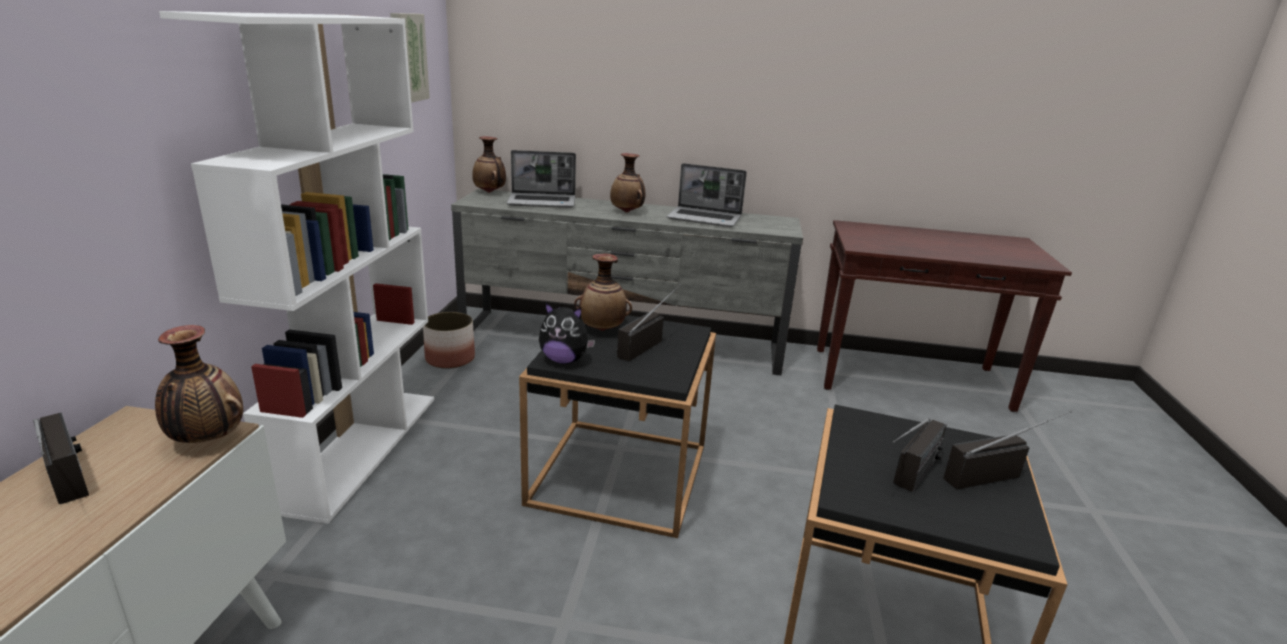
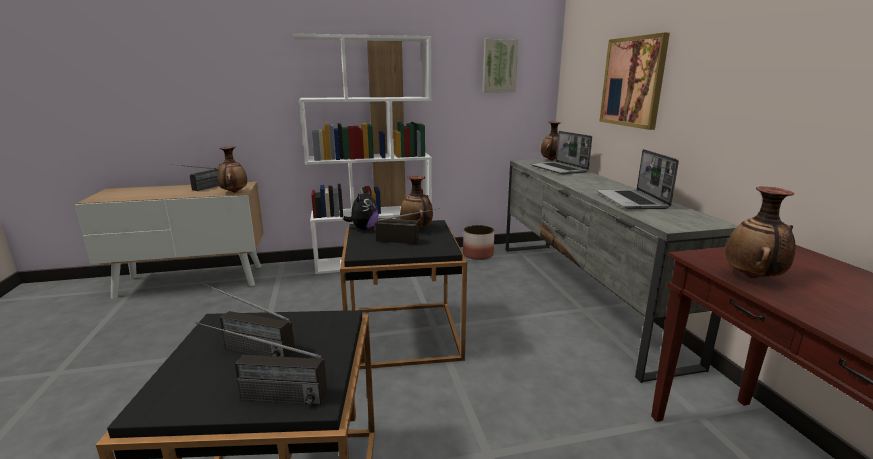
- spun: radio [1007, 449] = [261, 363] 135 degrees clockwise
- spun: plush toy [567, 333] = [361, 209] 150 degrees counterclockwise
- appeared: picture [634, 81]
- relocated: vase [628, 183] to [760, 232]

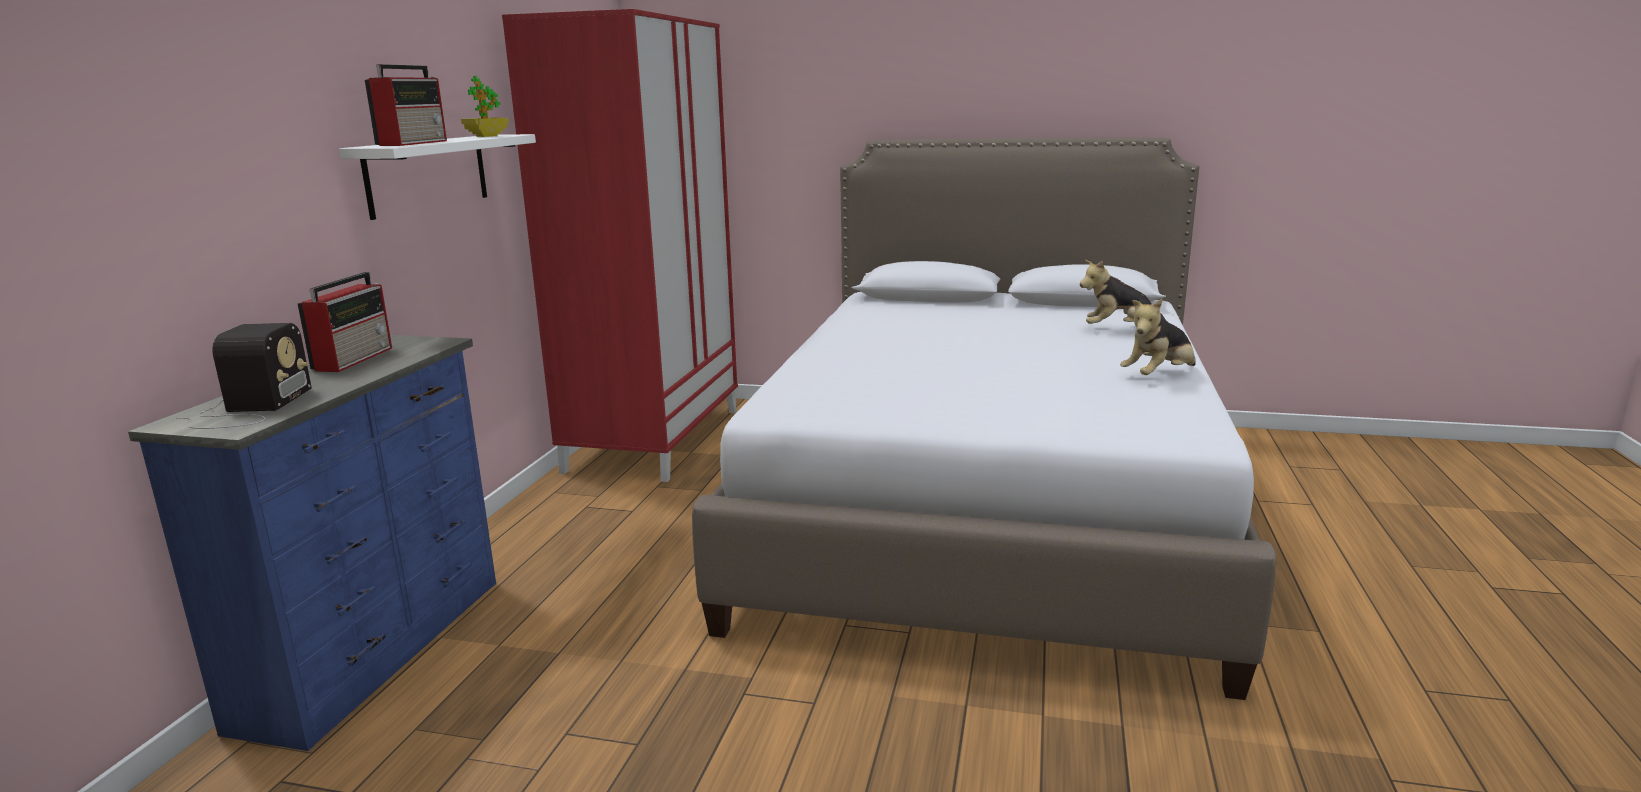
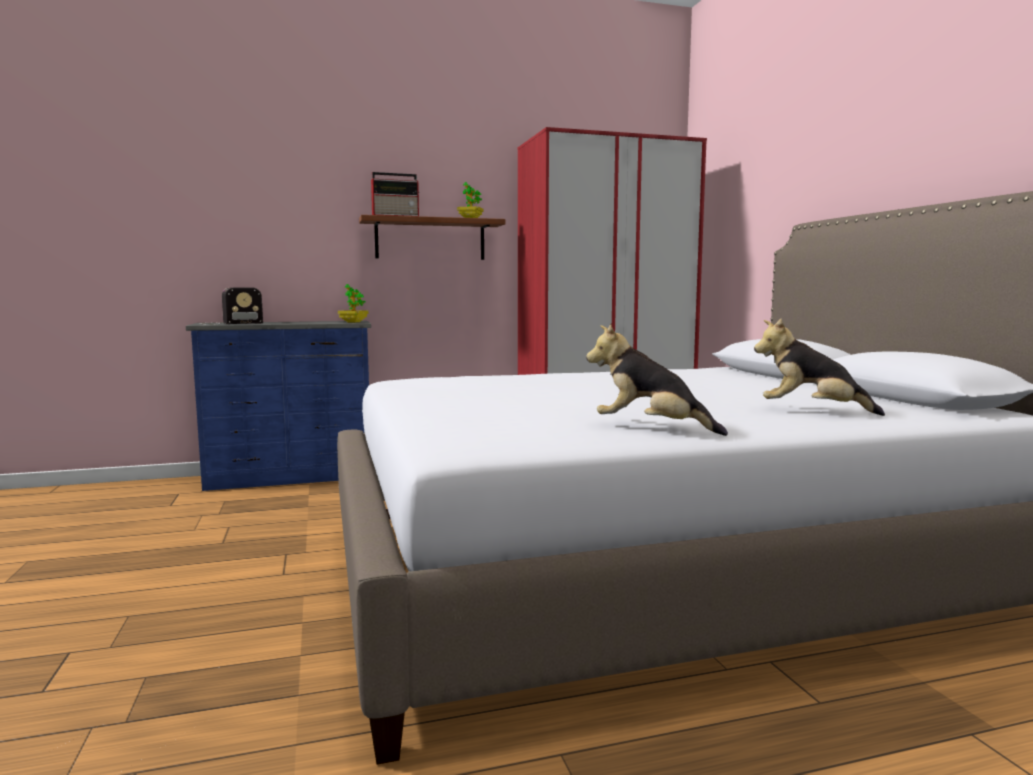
- appeared: potted plant [353, 303]
- colour: shelf (white) [437, 177] to shelf (brown) [432, 237]
- spun: plush toy [1122, 292] = [819, 367] 45 degrees counterclockwise
- missing: radio [345, 322]

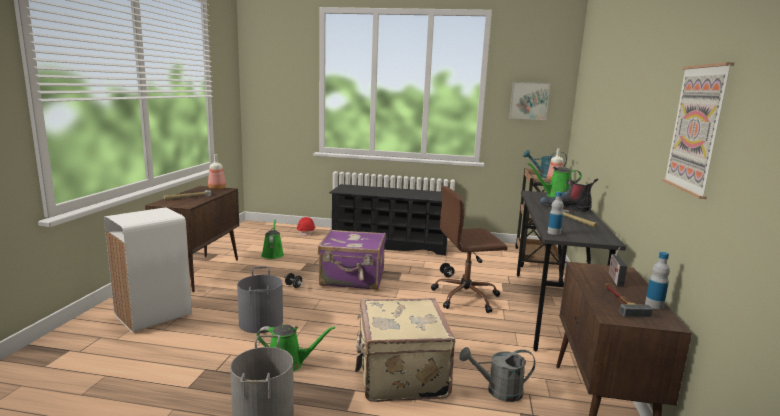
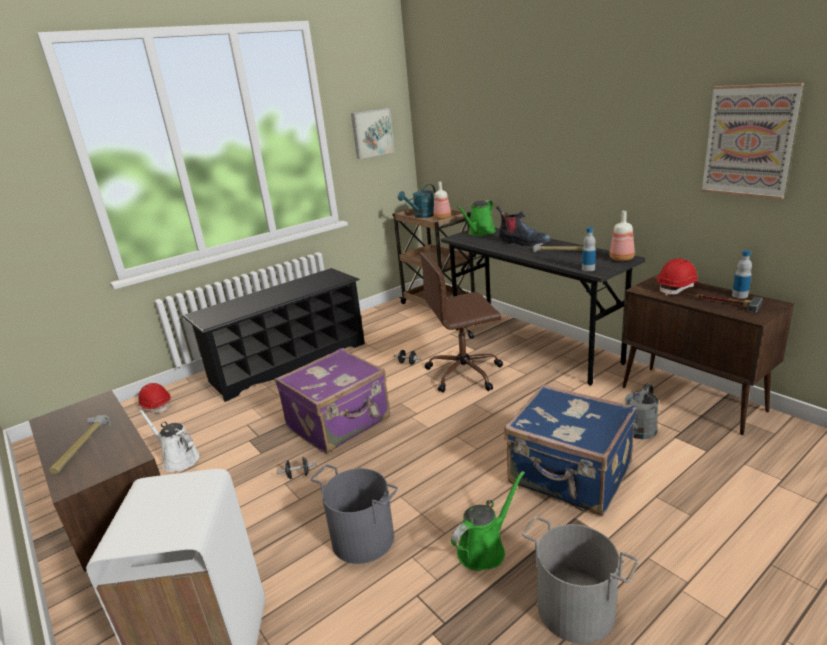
- colour: watering can (green) [272, 239] to watering can (white) [169, 440]
- spun: office chair (brown) [469, 249] = [461, 322] 45 degrees clockwise
- spun: boot [568, 195] = [523, 226] 135 degrees counterclockwise
- colour: suitcase (beige) [405, 350] to suitcase (blue) [570, 450]
- relocated: bottle [217, 172] to [622, 236]
- exchanged: radio [618, 267] to hard hat (red) [678, 277]

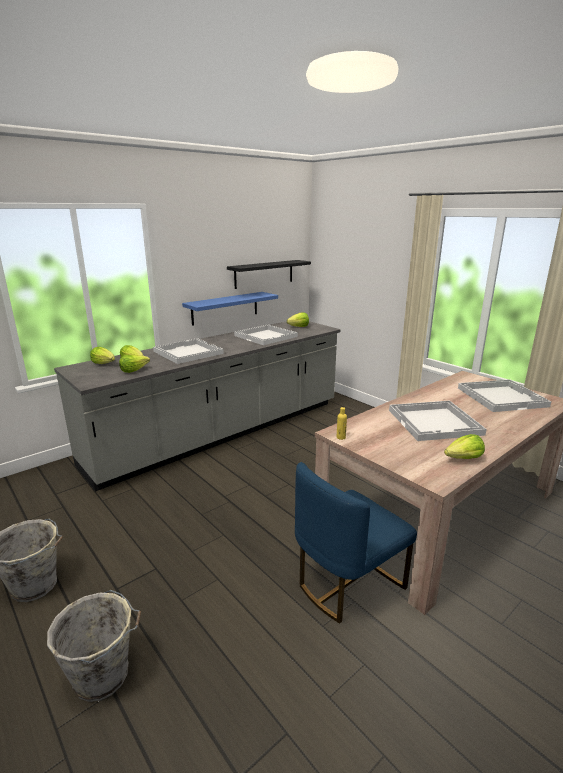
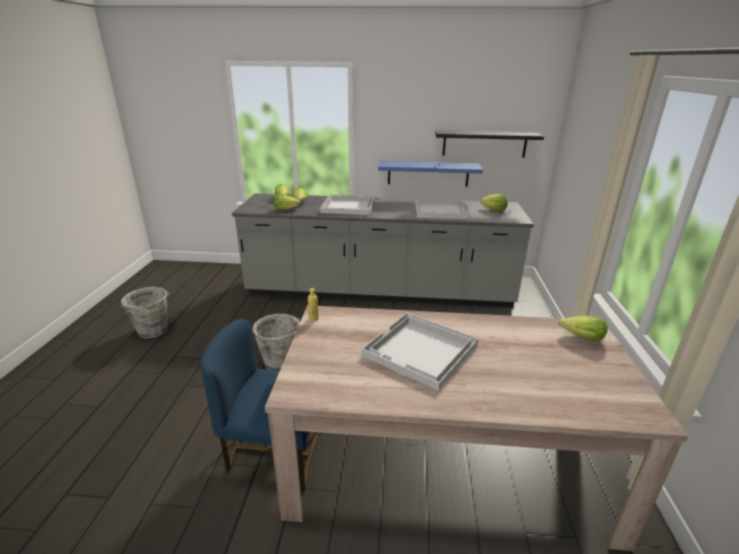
- relocated: bucket (grey) [94, 646] to [276, 342]
- relocated: lettuce [464, 446] to [583, 328]
- missing: tray (white) [505, 395]

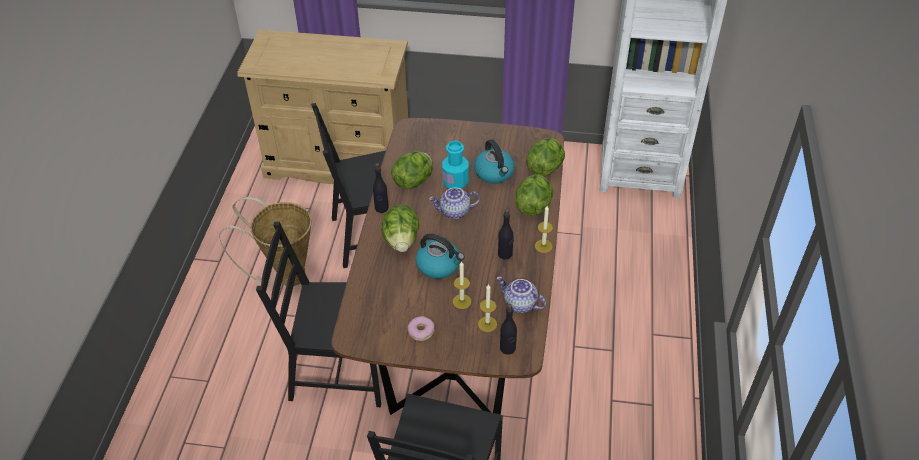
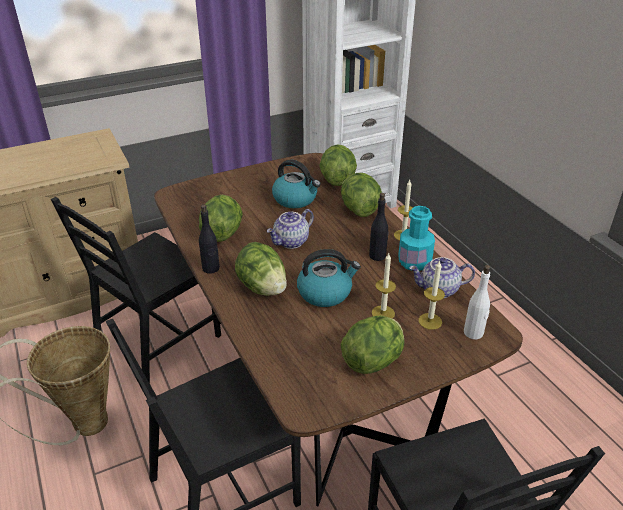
- exchanged: donut [421, 328] to lettuce [373, 344]
- relocated: bottle (turquoise) [455, 165] to [416, 238]
- colour: bottle (black) [508, 329] to bottle (white) [477, 302]

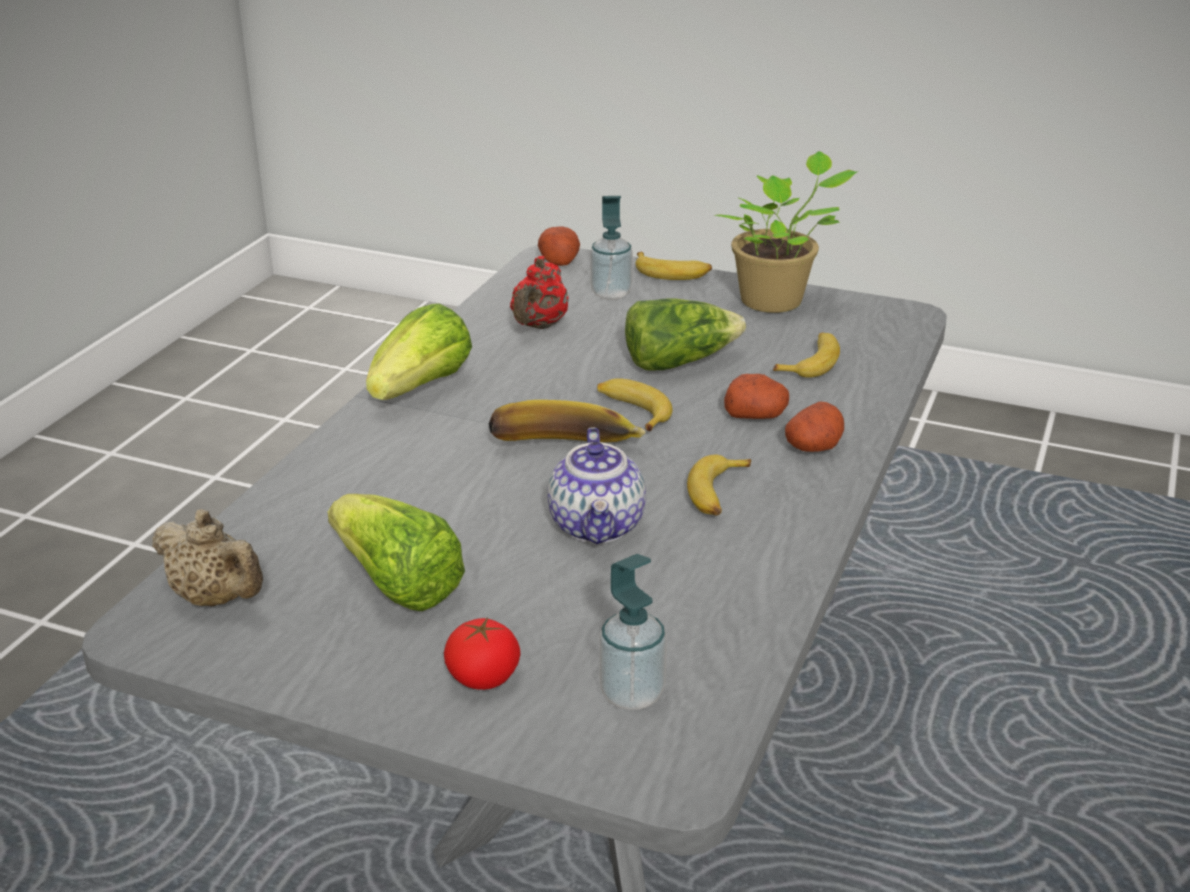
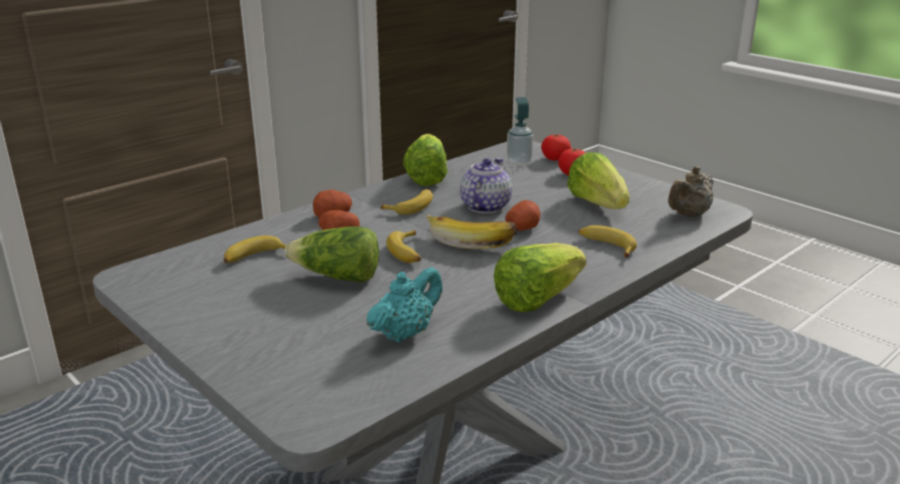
- colour: teapot (red) [539, 292] to teapot (turquoise) [405, 304]
- appeared: lettuce [425, 160]
- relocated: potato [559, 246] to [522, 215]
- appeared: tomato [556, 147]
- relocated: banana [673, 266] to [607, 241]
- spun: teapot (beige) [207, 557] = [690, 191] 105 degrees counterclockwise
- missing: soap dispenser [611, 248]
- missing: potted plant [786, 232]

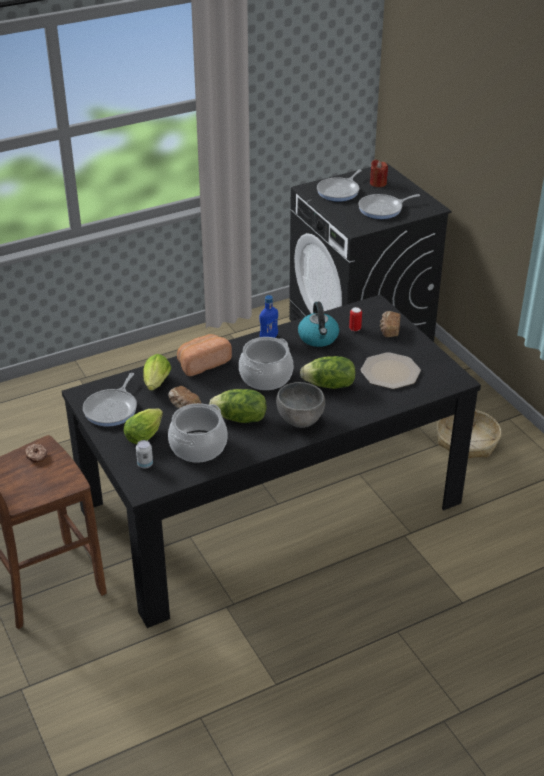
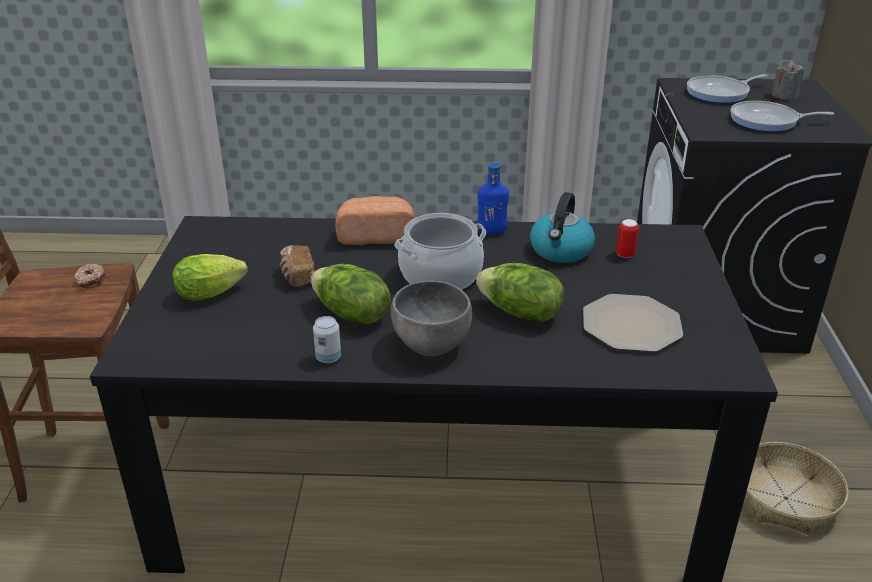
- relocated: can [144, 454] to [327, 339]
- colour: candle (red) [379, 173] to candle (grey) [788, 80]
- missing: frying pan [110, 399]
- missing: lettuce [157, 372]
- missing: cooking pot [198, 433]
- missing: bread [390, 324]

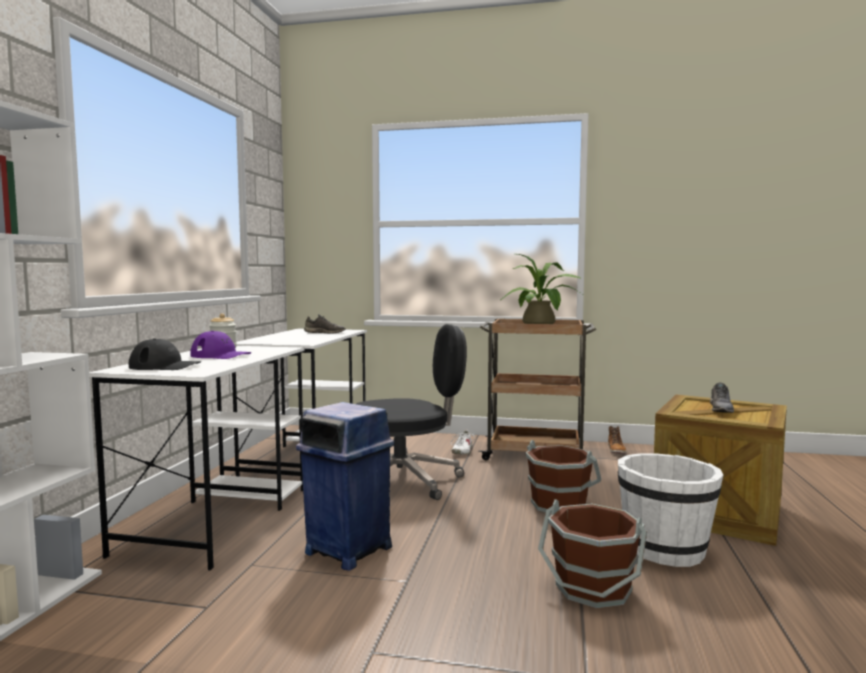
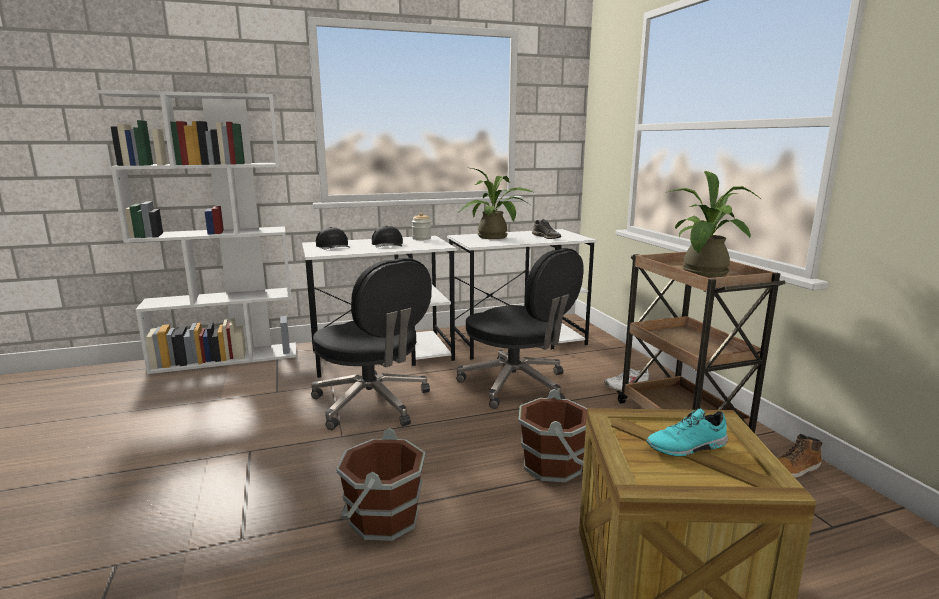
- exchanged: trash can (blue) [345, 486] to office chair (black) [371, 344]
- colour: cap (purple) [220, 345] to cap (black) [387, 237]
- appeared: potted plant [495, 203]
- colour: shoe (grey) [722, 398] to shoe (turquoise) [687, 432]
- missing: bucket (white) [670, 510]

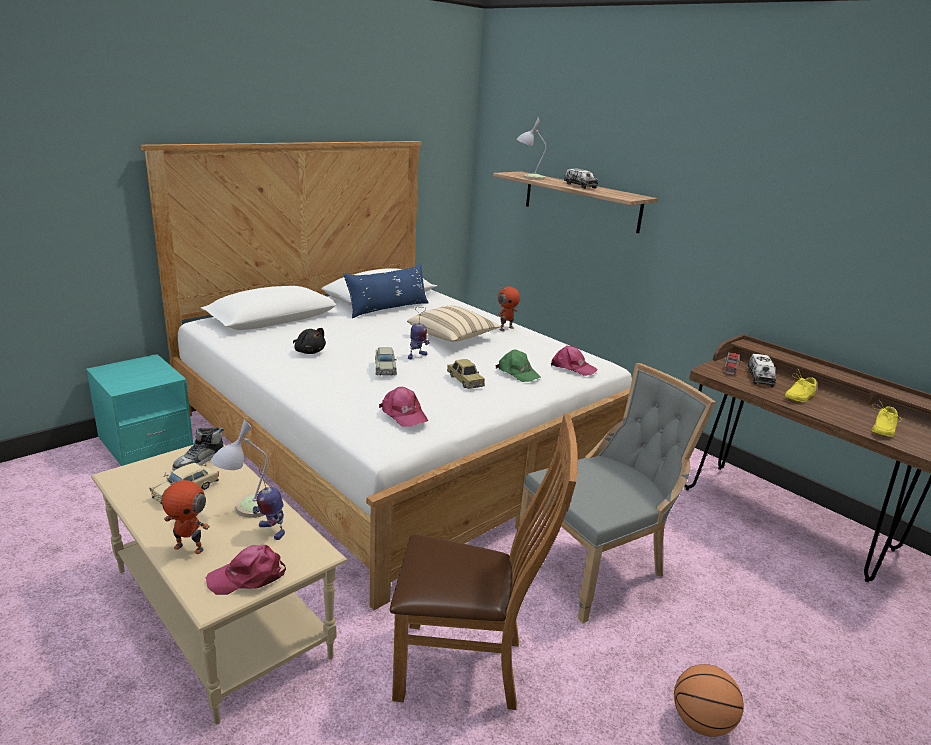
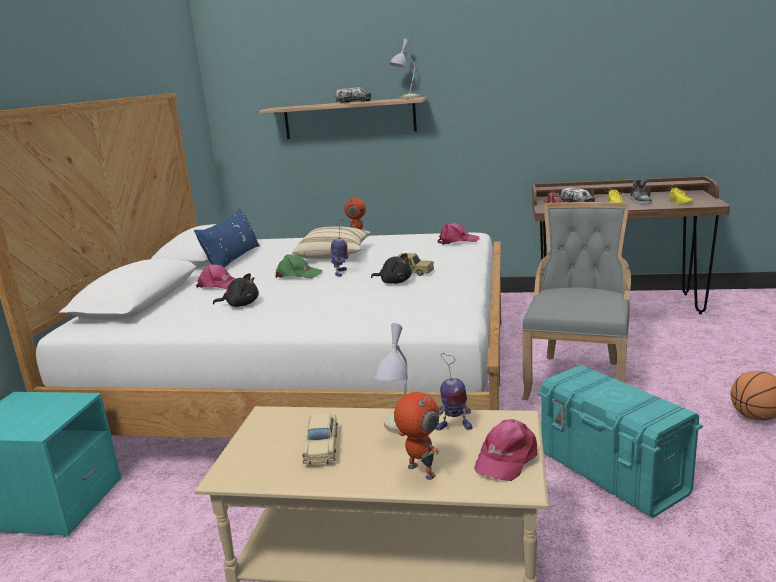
- relocated: cap (pink) [403, 407] to [216, 276]
- relocated: cap (green) [518, 366] to [298, 266]
- appeared: plush toy (black) [391, 268]
- relocated: table lamp [531, 149] to [405, 68]
- spun: toy robot [185, 513] = [416, 436] 105 degrees counterclockwise
- exchanged: chair (brown) [484, 562] to storage box (turquoise) [620, 441]
- relocated: shoe [198, 449] to [641, 191]
- missing: toy car (beige) [386, 361]

